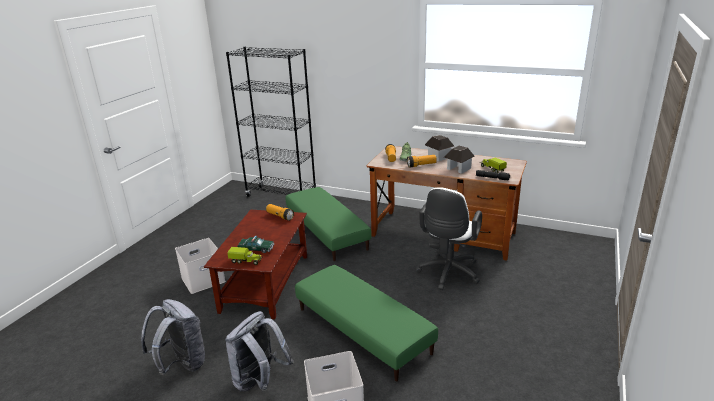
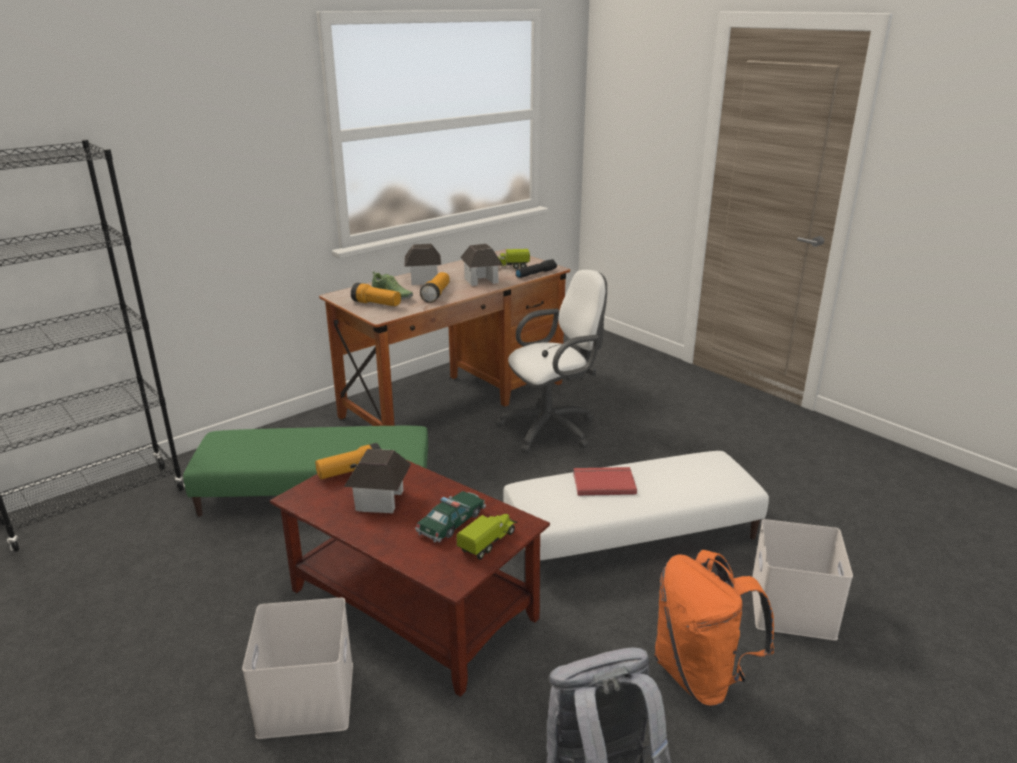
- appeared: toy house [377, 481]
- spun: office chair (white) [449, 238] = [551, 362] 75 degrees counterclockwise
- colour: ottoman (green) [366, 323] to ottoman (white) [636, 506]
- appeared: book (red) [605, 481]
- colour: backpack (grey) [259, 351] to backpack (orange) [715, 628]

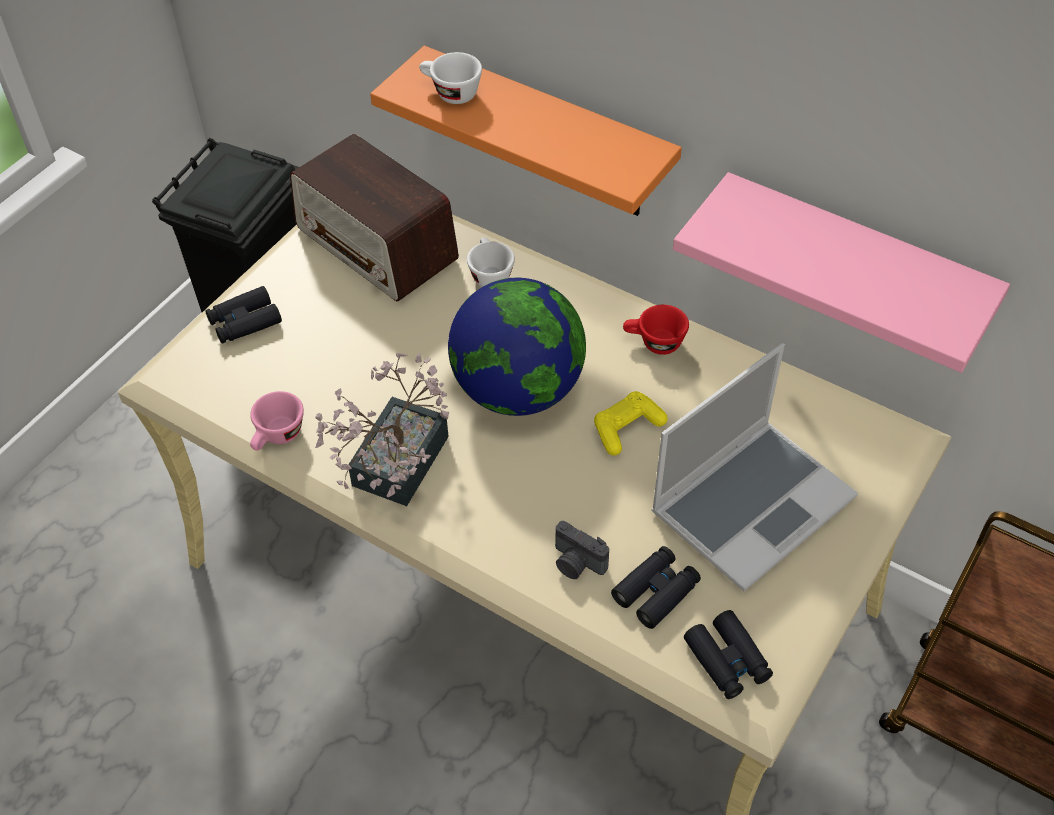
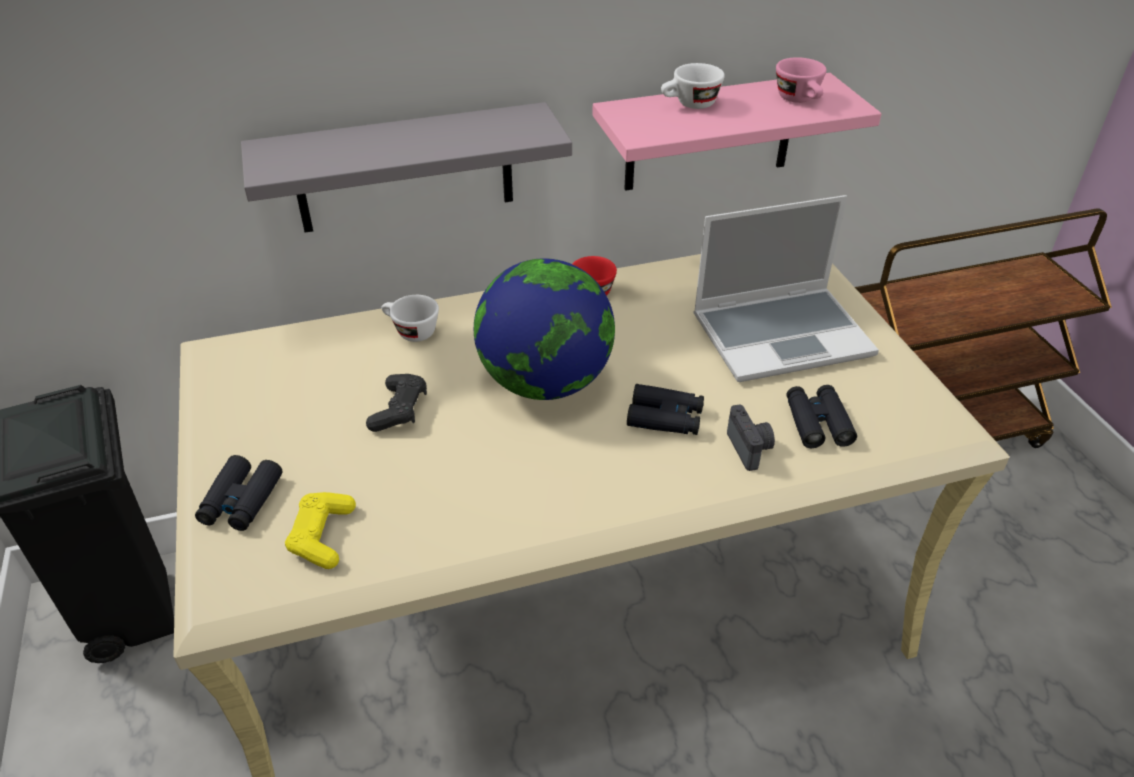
- colour: shelf (orange) [526, 131] to shelf (grey) [406, 167]
- relocated: game controller (yellow) [631, 423] to [320, 530]
- appeared: game controller (black) [396, 403]
- relocated: binoculars (black) [728, 654] to [665, 409]
- relocated: cup (white) [450, 78] to [693, 86]
- spun: laptop [754, 467] = [786, 288] 75 degrees clockwise
- spun: photo camera [582, 550] = [751, 437] 90 degrees counterclockwise
- relocated: cup (pink) [277, 421] to [801, 80]
- missing: radio [374, 217]
- missing: potted plant [382, 429]

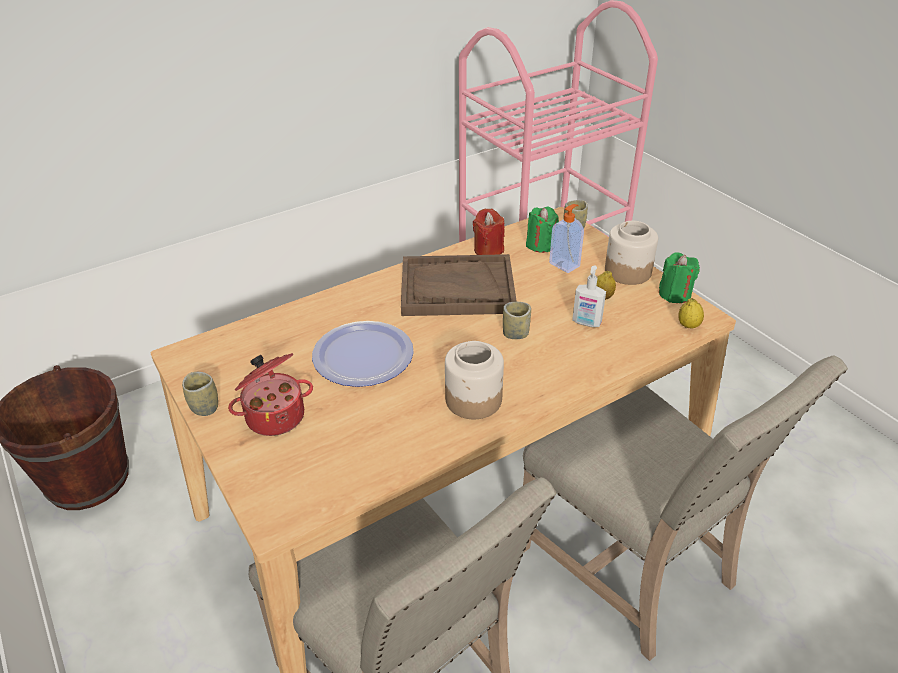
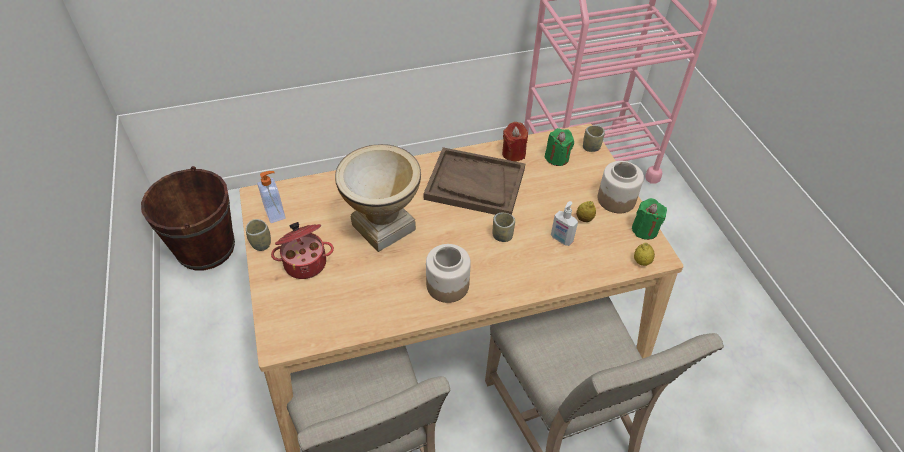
- relocated: soap dispenser [566, 238] to [271, 197]
- exchanged: plate [363, 354] to vase [378, 198]

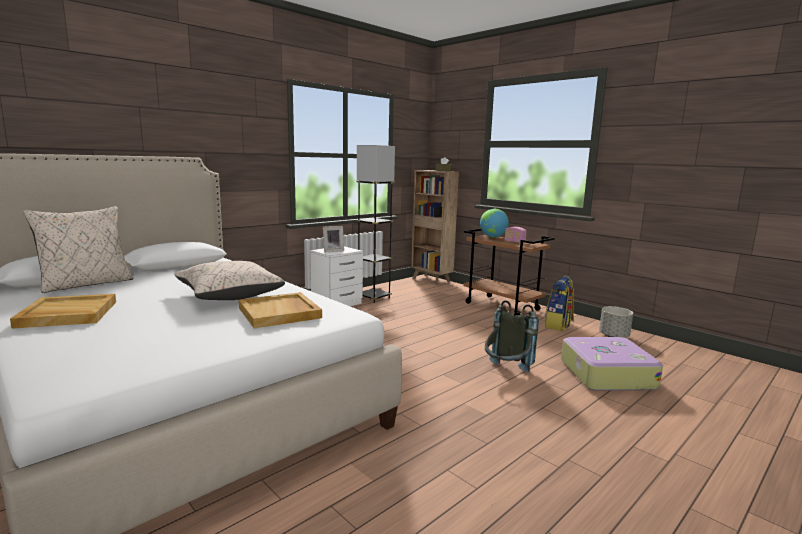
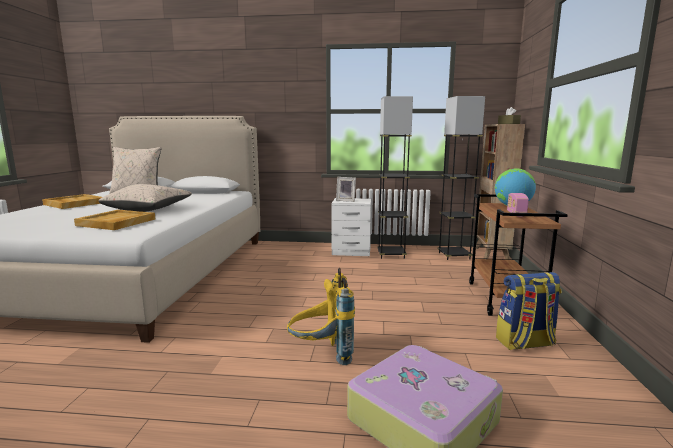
- colour: backpack (grey) [512, 336] to backpack (yellow) [321, 316]
- appeared: floor lamp (grey) [461, 178]
- missing: planter (grey) [616, 322]

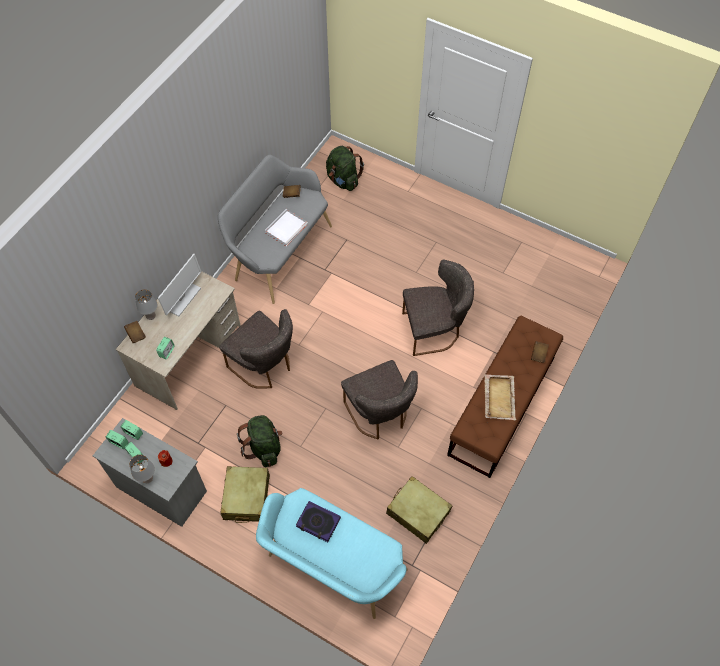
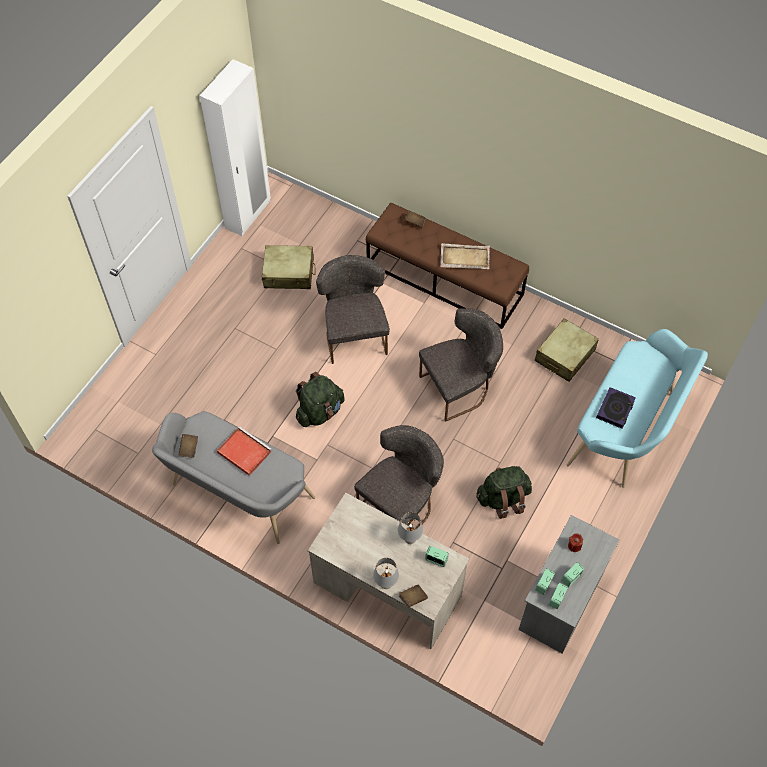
- appeared: wardrobe (white) [235, 147]
- colour: tray (white) [286, 227] to tray (red) [244, 451]
- relocated: suitcase (beige) [245, 494] to [288, 267]
- relocated: backpack (green) [345, 168] to [320, 399]
- relocated: table lamp (grey) [142, 469] to [410, 528]
- missing: monitor [179, 285]

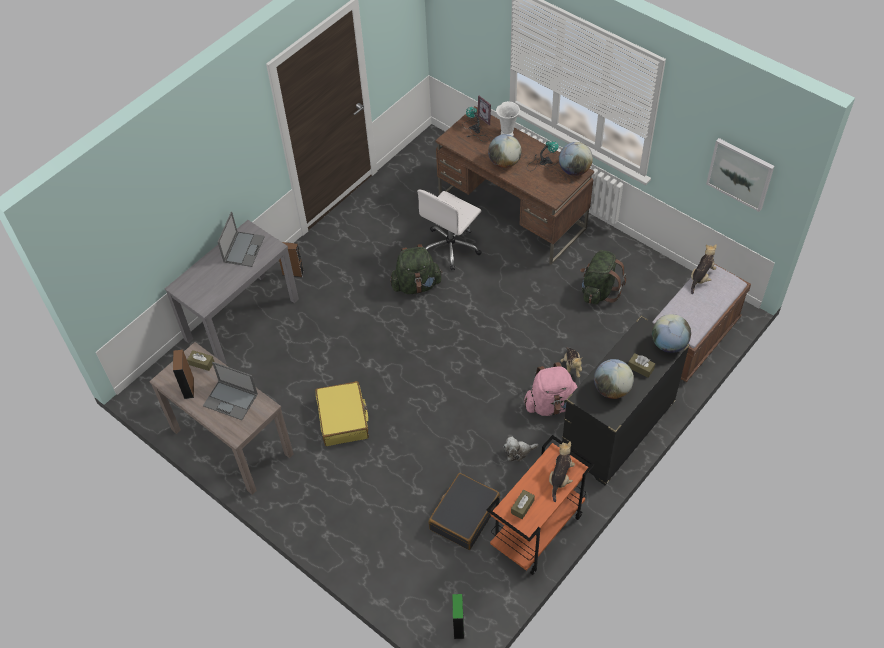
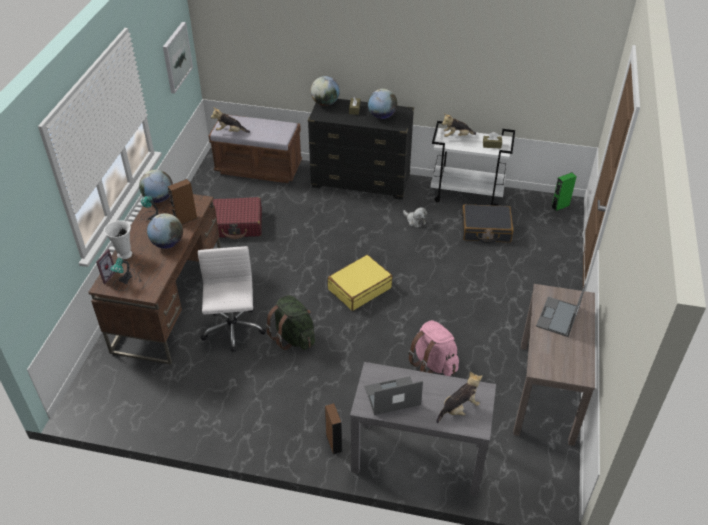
- relocated: speaker (brown) [183, 374] to [182, 202]
- spun: office chair (white) [449, 229] = [232, 299] 105 degrees counterclockwise
- exchanged: backpack (green) [603, 277] to suitcase (red) [237, 218]
- relocated: suitcase (yellow) [342, 413] to [360, 283]
- relocated: backpack (pink) [550, 389] to [433, 348]
- colour: cart (orange) [541, 505] to cart (white) [472, 163]
- relocated: plush toy [571, 362] to [459, 397]
- spun: laptop [230, 391] = [561, 310] 150 degrees counterclockwise
- missing: tissue box (brown) [201, 360]

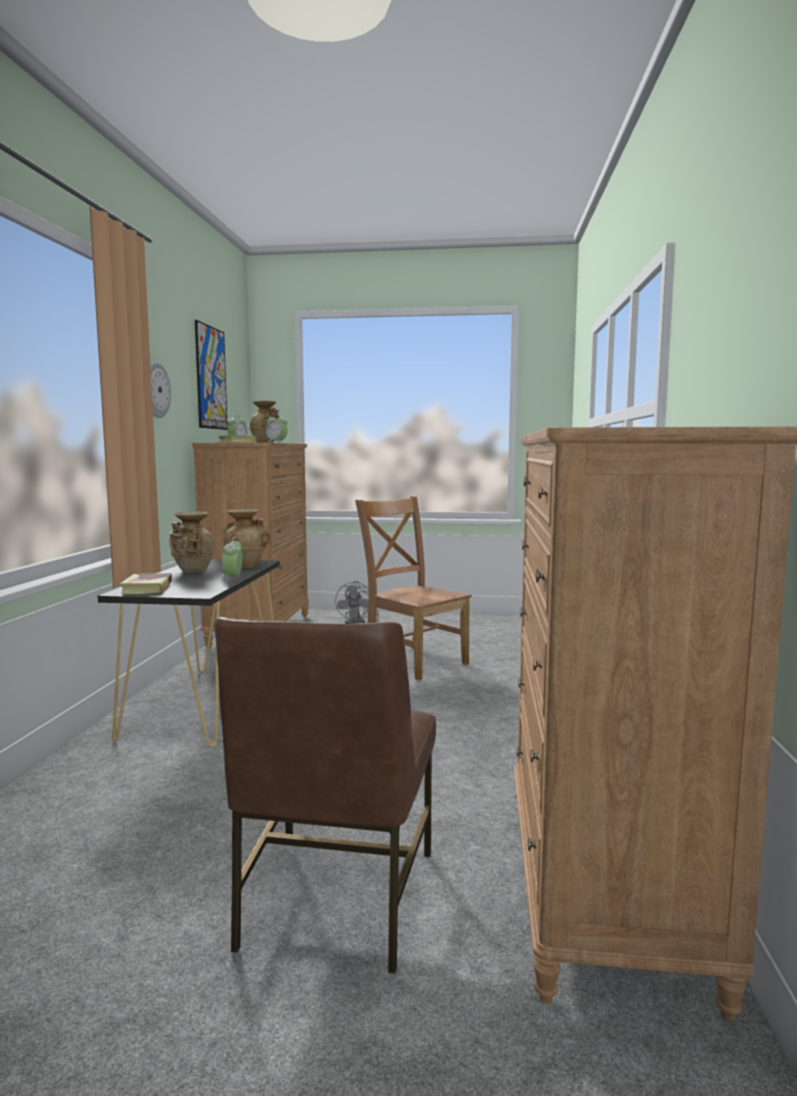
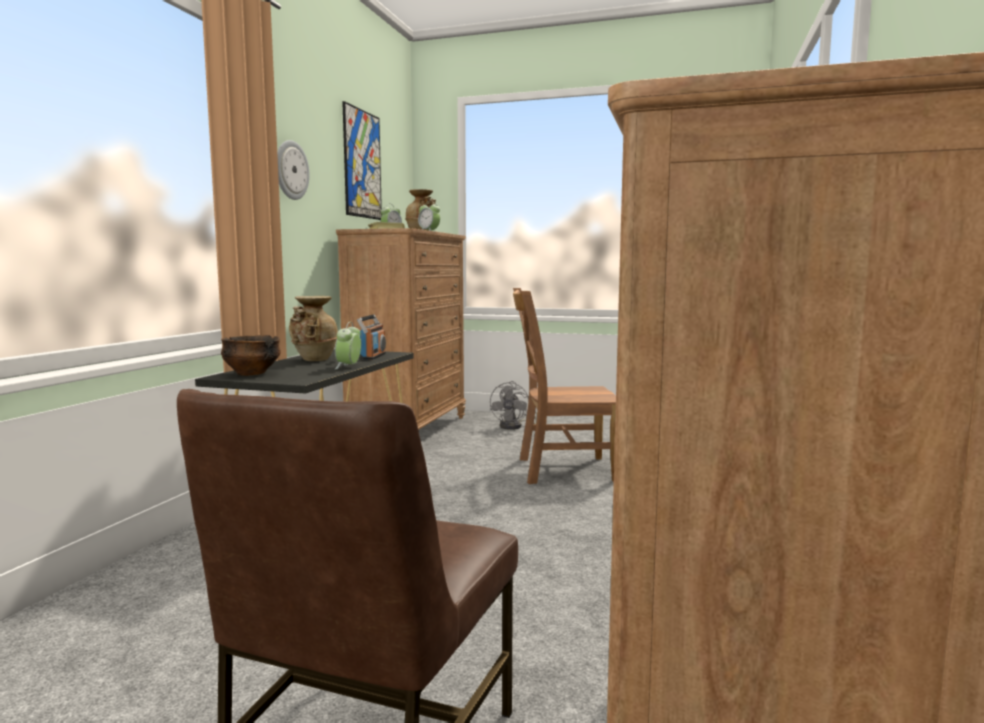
- exchanged: book [146, 583] to bowl [251, 355]
- exchanged: vase (beige) [247, 538] to radio [371, 337]
- spun: chair (brown) [413, 588] = [564, 386] 60 degrees counterclockwise

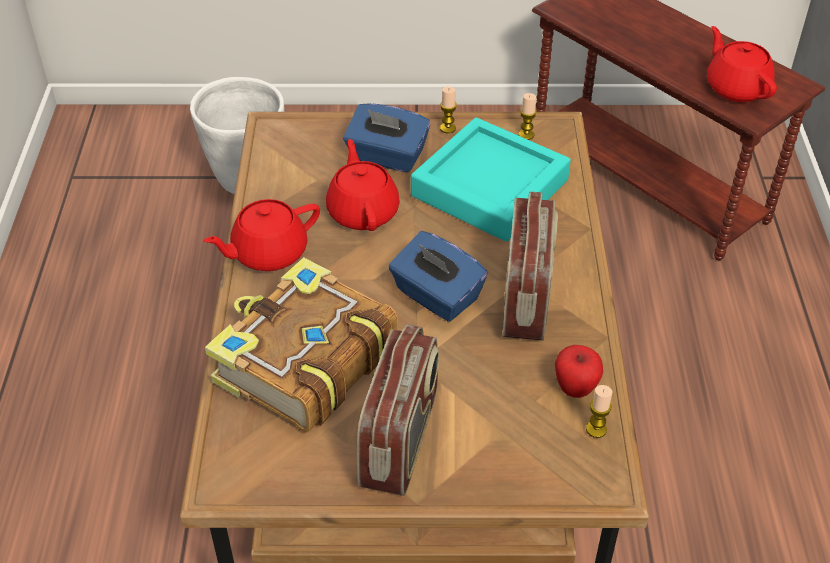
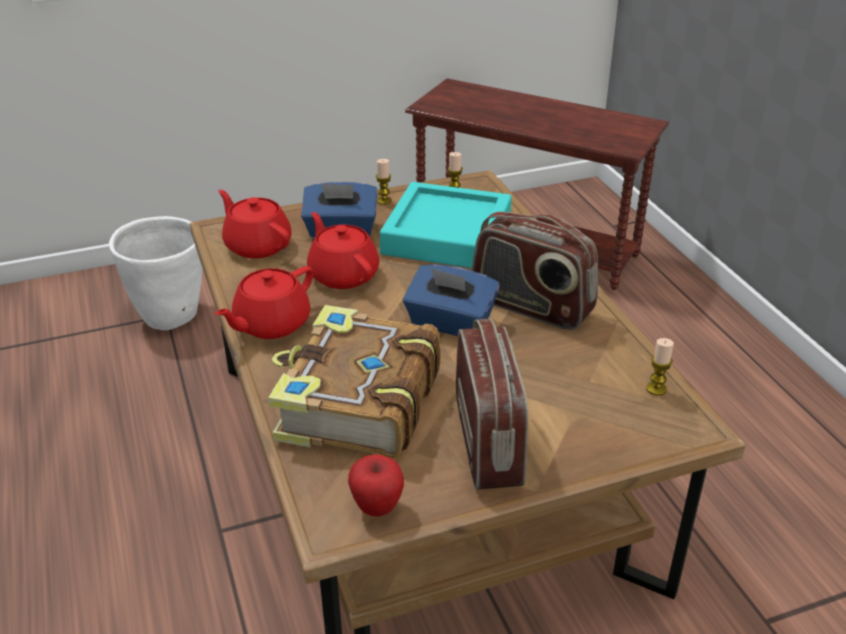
- relocated: teapot (red) [742, 64] to [255, 224]
- relocated: apple [579, 371] to [376, 485]
- spun: radio [530, 266] = [534, 270] 135 degrees clockwise

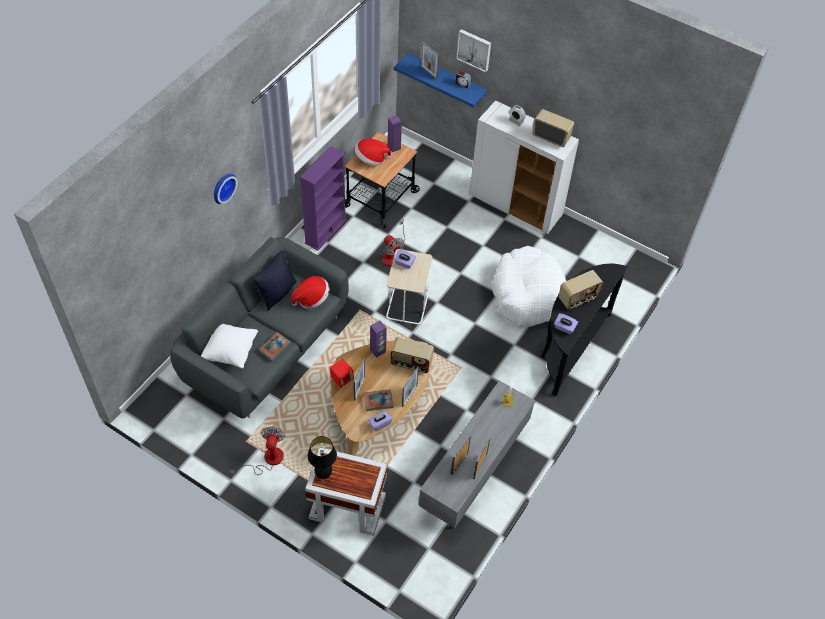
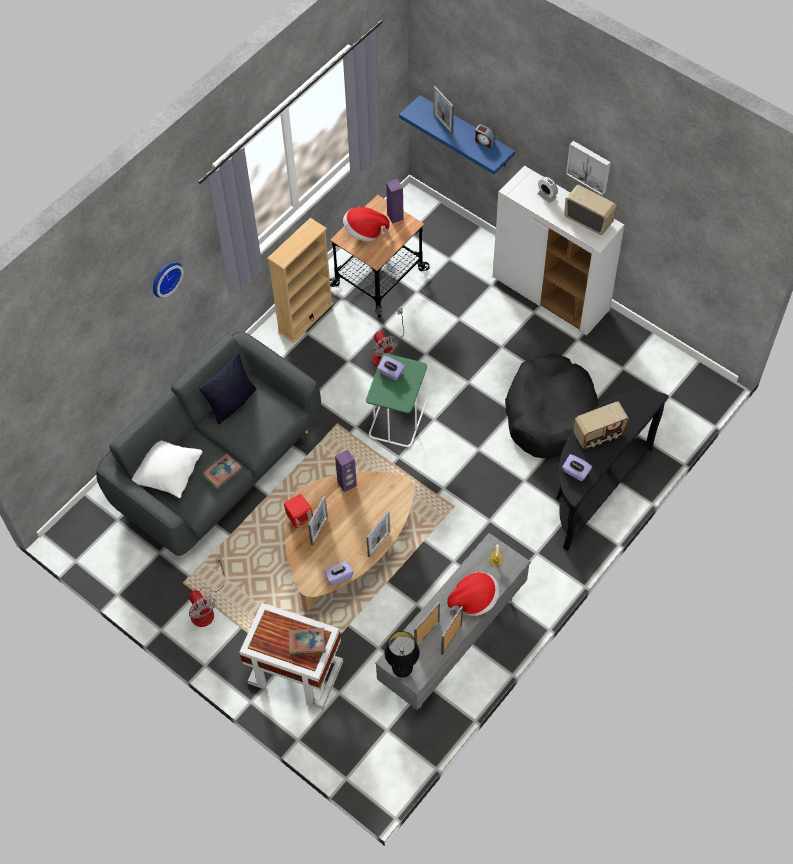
- spun: fan [257, 451] = [206, 591] 135 degrees clockwise
- colour: bookcase (purple) [323, 198] to bookcase (beige) [300, 280]
- relocated: book [378, 400] to [307, 641]
- colour: side table (beige) [409, 287] to side table (green) [397, 400]
- relocated: table lamp (black) [322, 457] to [402, 654]
- relocated: hat [310, 292] to [473, 594]
- colour: dog bed (white) [529, 286] to dog bed (black) [552, 406]
- relocated: picture [473, 50] to [588, 168]
- missing: radio [412, 355]

